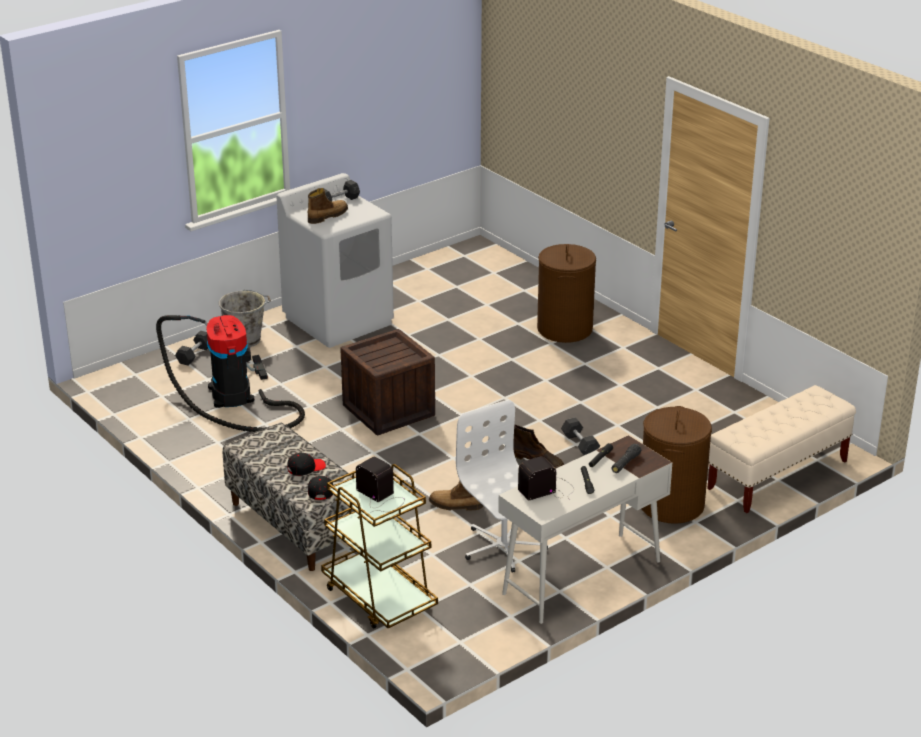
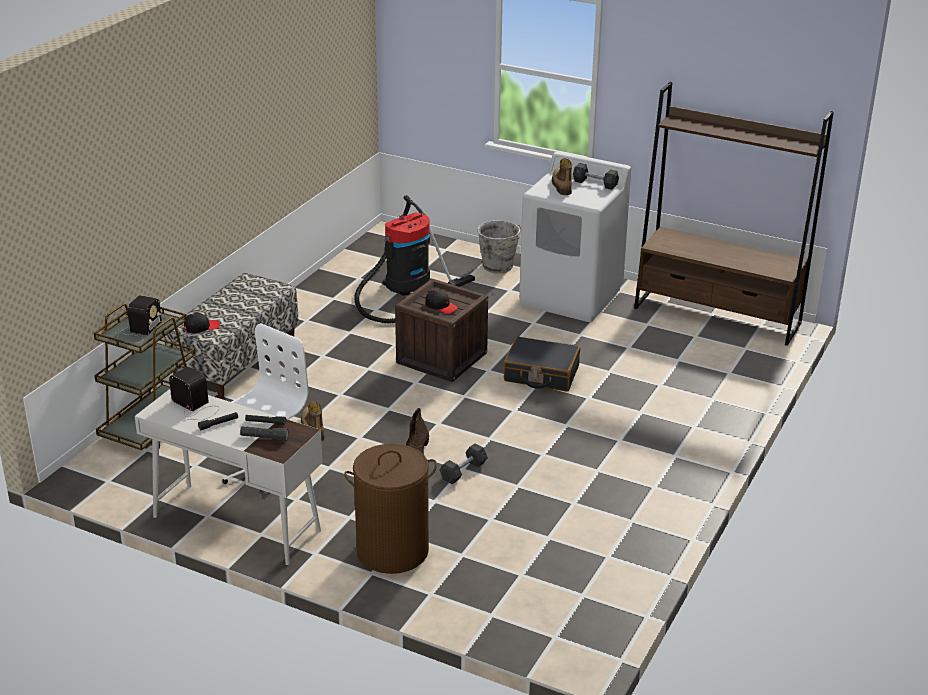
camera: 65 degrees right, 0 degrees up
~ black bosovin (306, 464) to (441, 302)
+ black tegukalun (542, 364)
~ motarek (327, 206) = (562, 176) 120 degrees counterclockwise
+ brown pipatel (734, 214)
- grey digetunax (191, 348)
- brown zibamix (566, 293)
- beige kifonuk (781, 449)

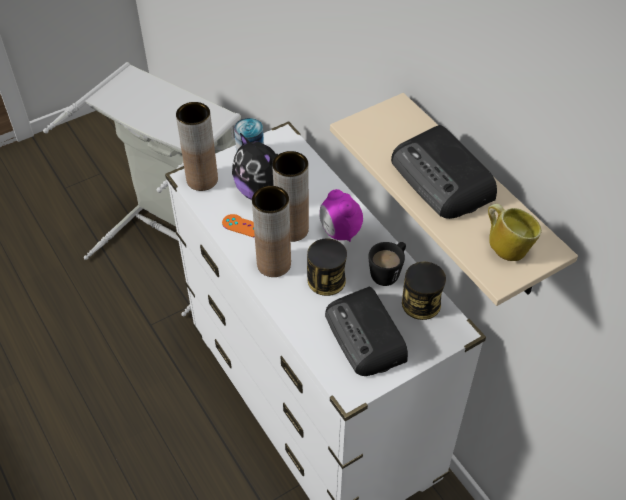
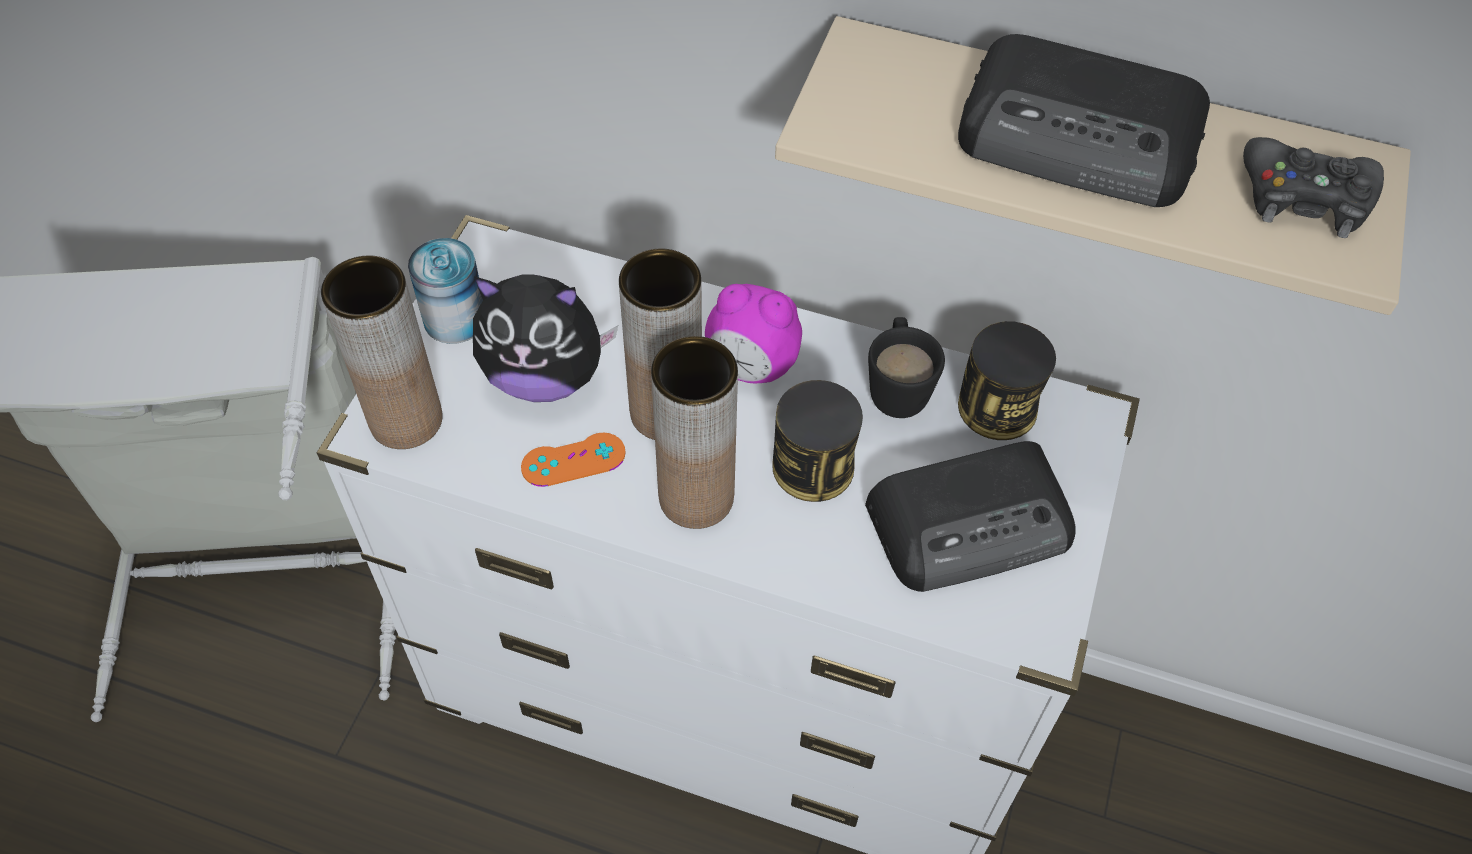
camera: 40 degrees left, 5 degrees up
~ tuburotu (366, 331) = (970, 516) 45 degrees counterclockwise
~ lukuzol (515, 232) to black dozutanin (1313, 187)

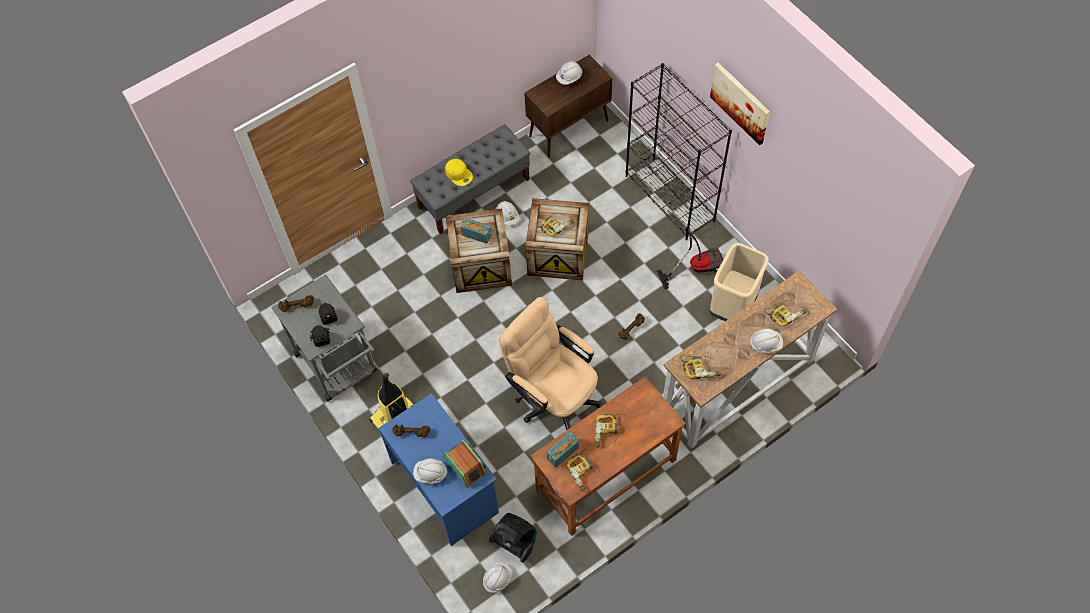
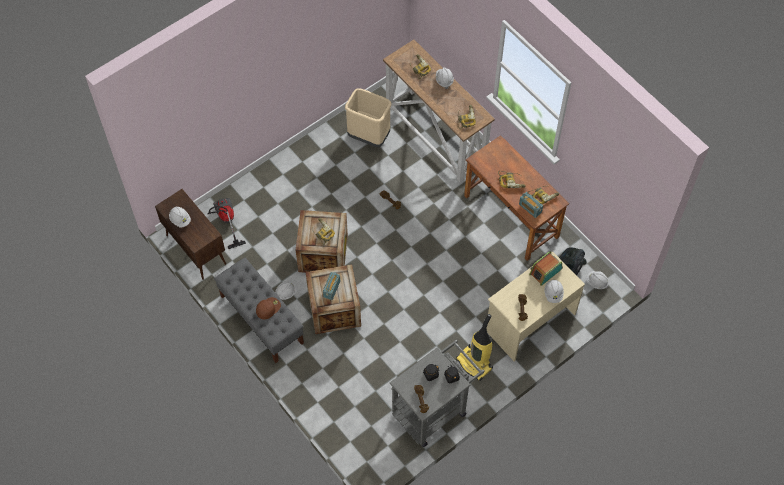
camera: 95 degrees left, 0 degrees up
~ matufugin (690, 258) to (227, 223)
~ yellow bosovin (459, 172) to brown bosovin (268, 308)
~ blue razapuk (438, 469) to beige razapuk (536, 306)
- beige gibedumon (550, 363)
- black pipatel (679, 151)
- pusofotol (740, 104)

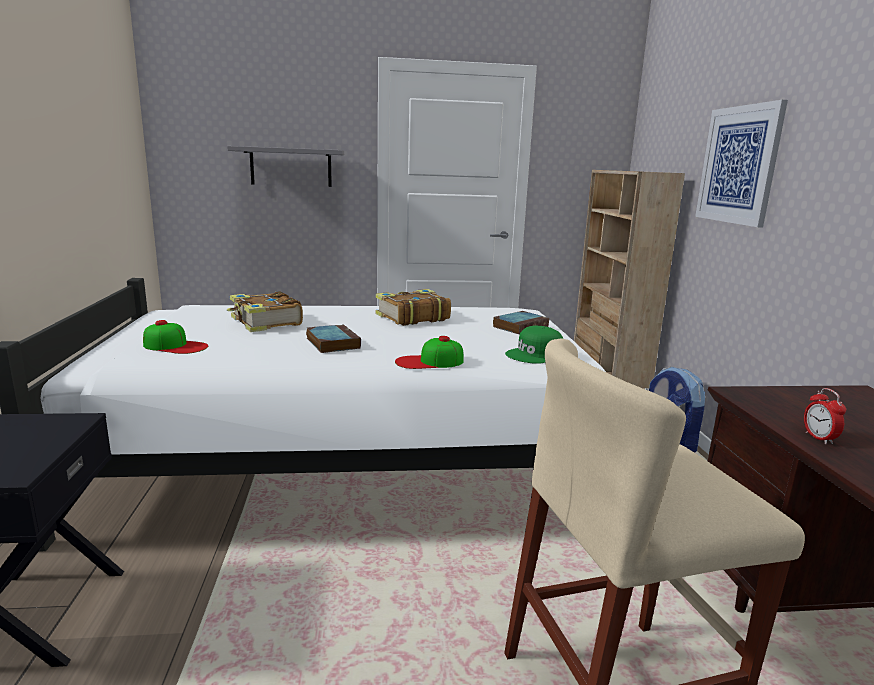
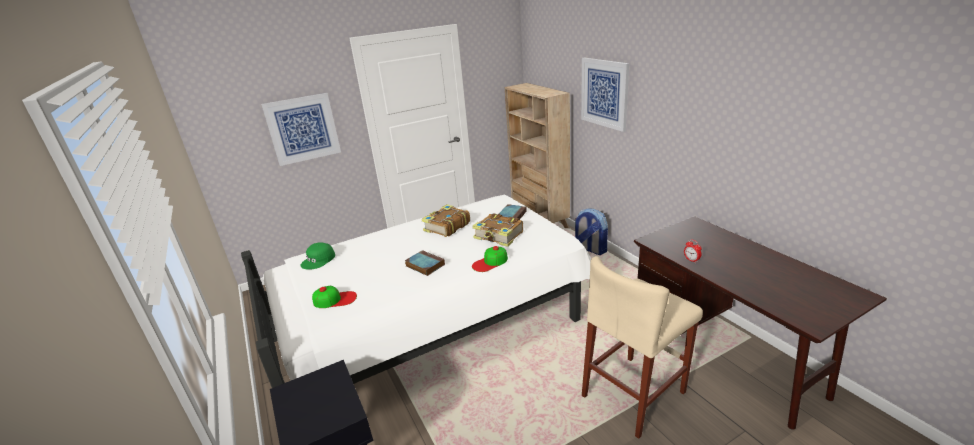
camera: 20 degrees left, 10 degrees up
~ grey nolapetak (285, 166) to pusofotol (301, 129)
~ green bosovin (534, 345) to (317, 256)
~ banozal (265, 311) to (497, 230)

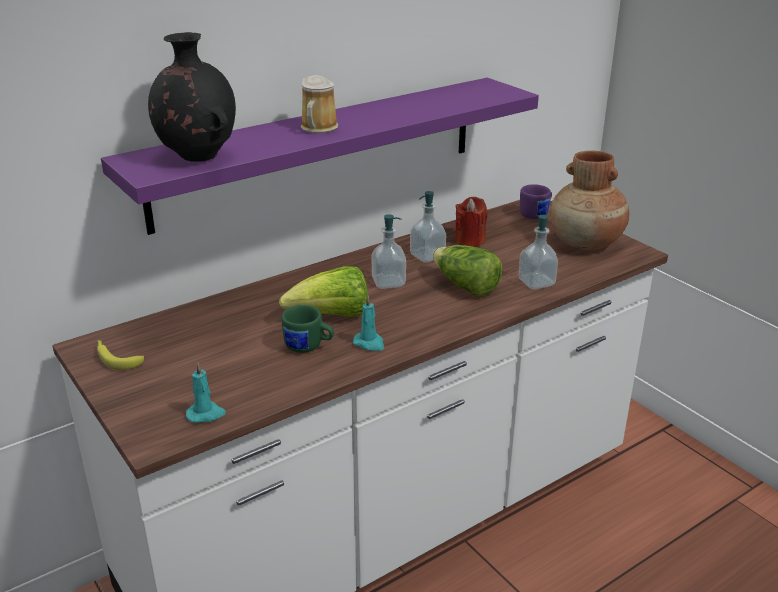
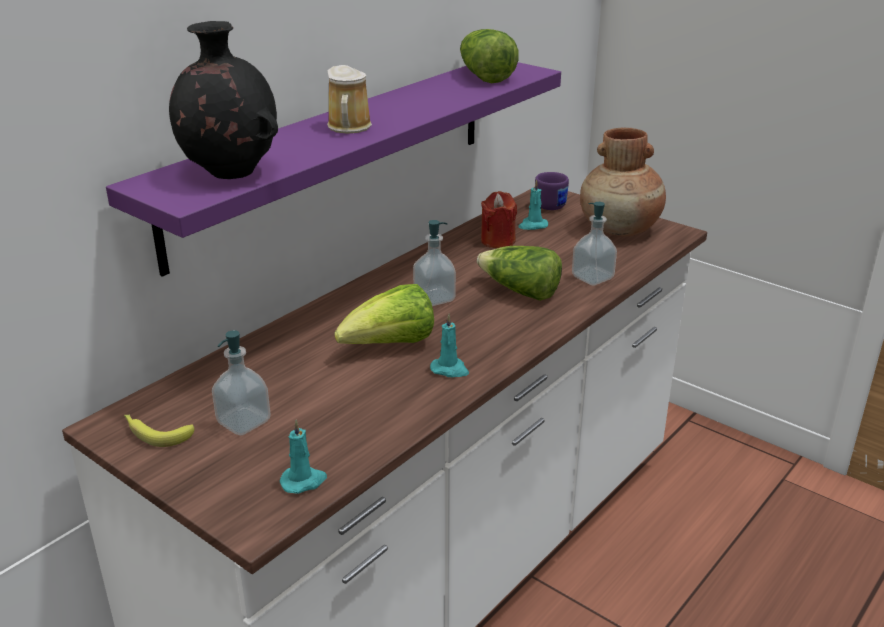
camera: 15 degrees left, 0 degrees up
~ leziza (428, 227) to (241, 383)
+ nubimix (489, 56)
+ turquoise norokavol (533, 204)
- green lukuzol (307, 329)

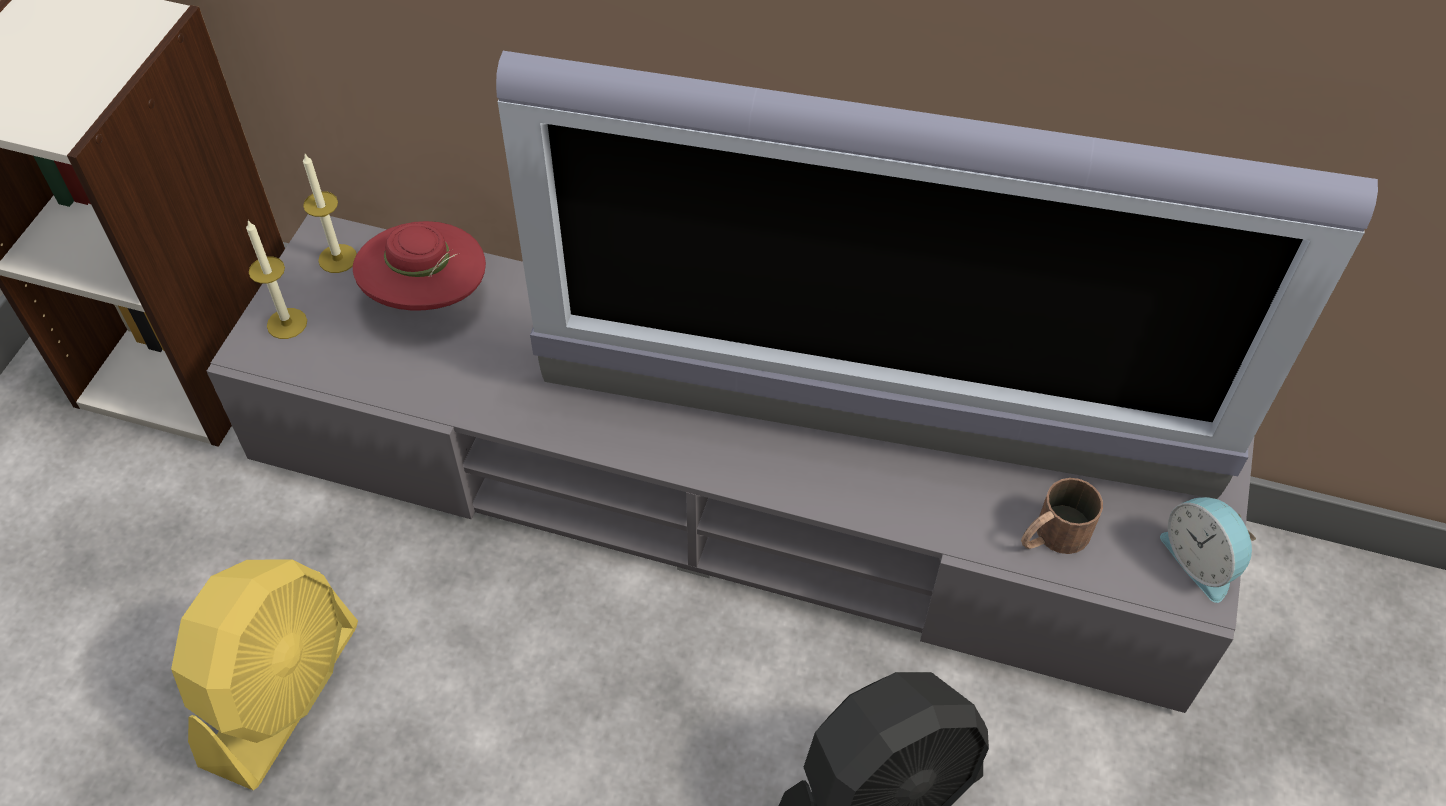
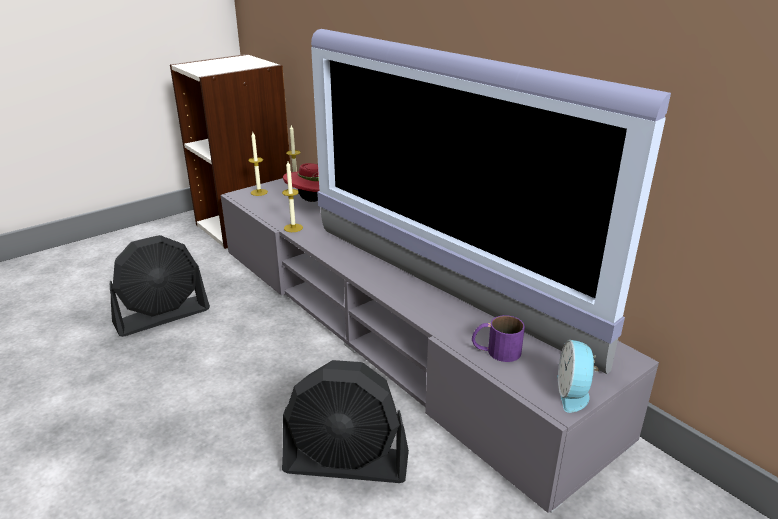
camera: 35 degrees right, 25 degrees down
~ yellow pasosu (264, 674) to black pasosu (160, 286)
+ norokavol (292, 196)
~ brown lukuzol (1062, 516) to purple lukuzol (498, 338)

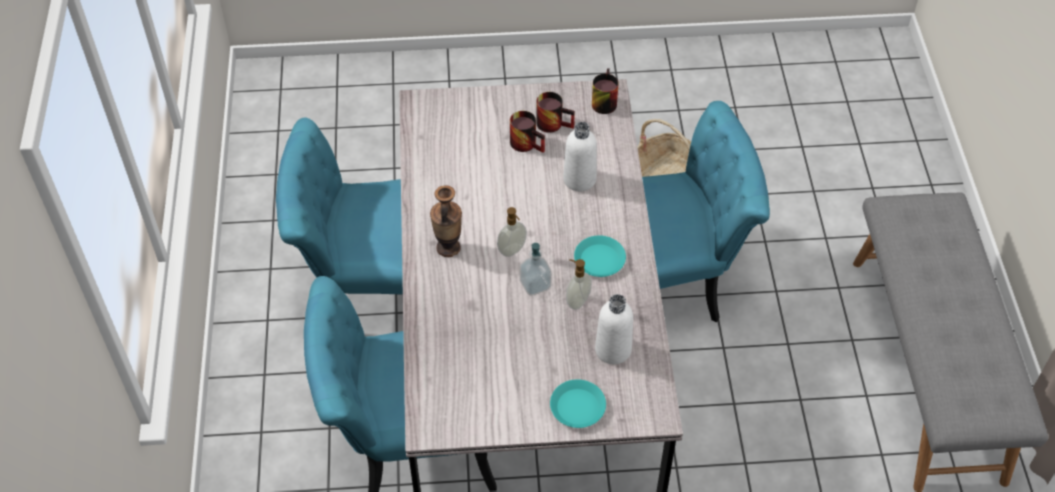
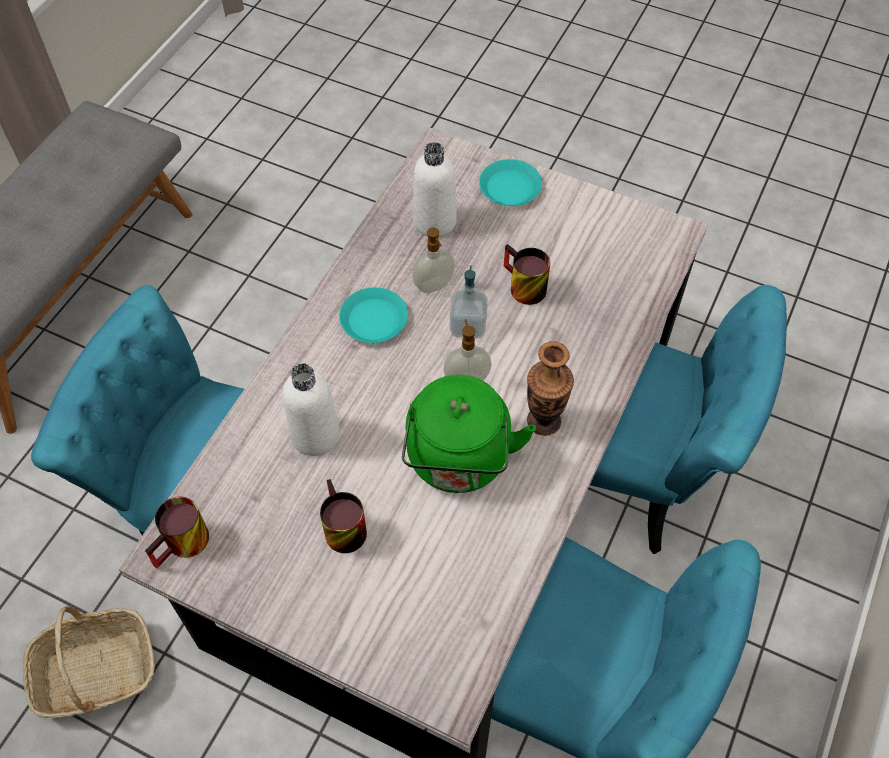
camera: 150 degrees left, 5 degrees up
+ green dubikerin (469, 434)
~ lukuzol (555, 112) to (527, 274)

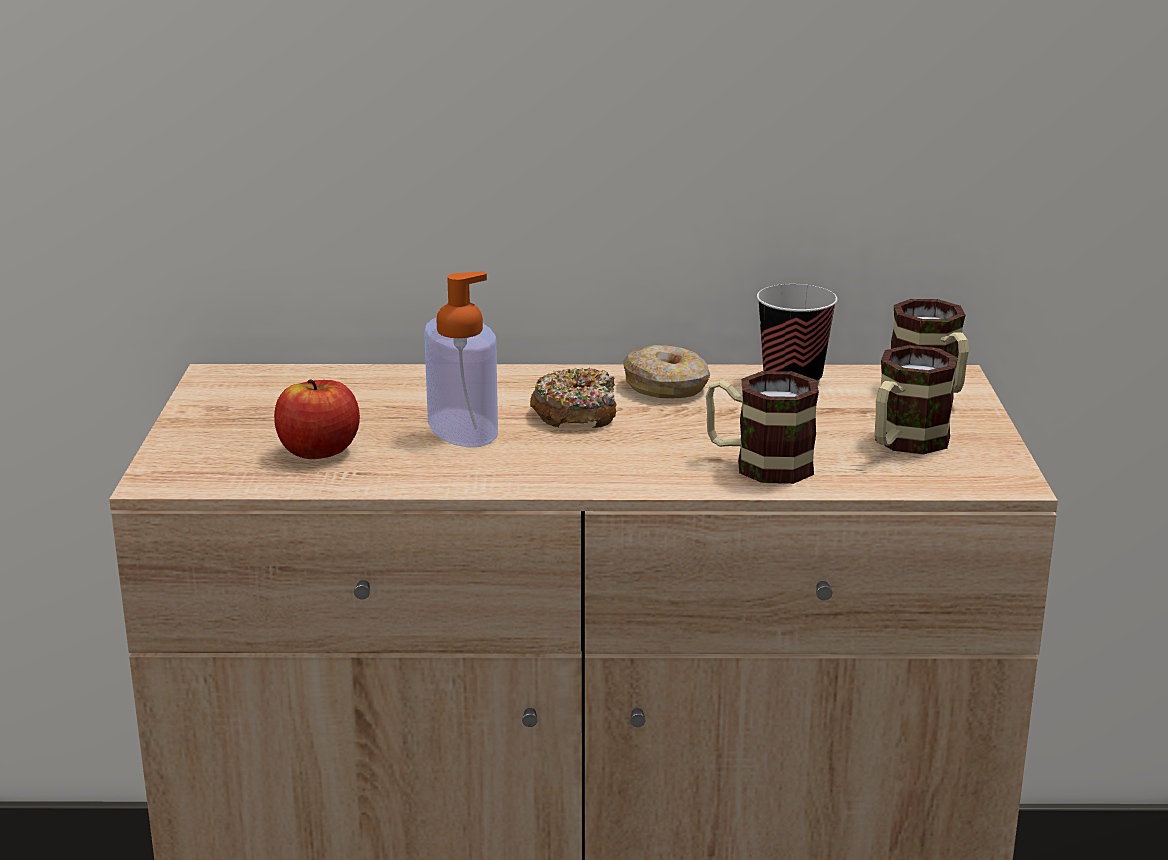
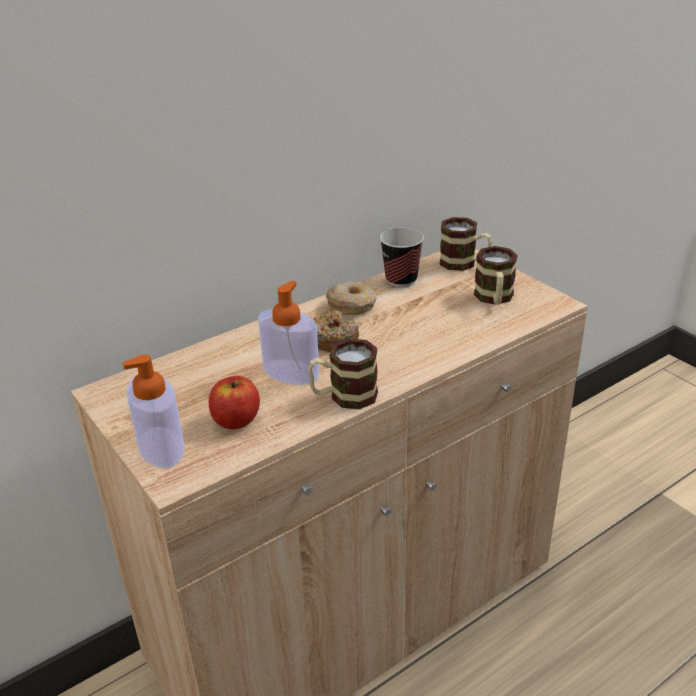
camera: 35 degrees left, 10 degrees up
+ leziza (154, 411)
~ lukuzol (762, 427) to (343, 374)

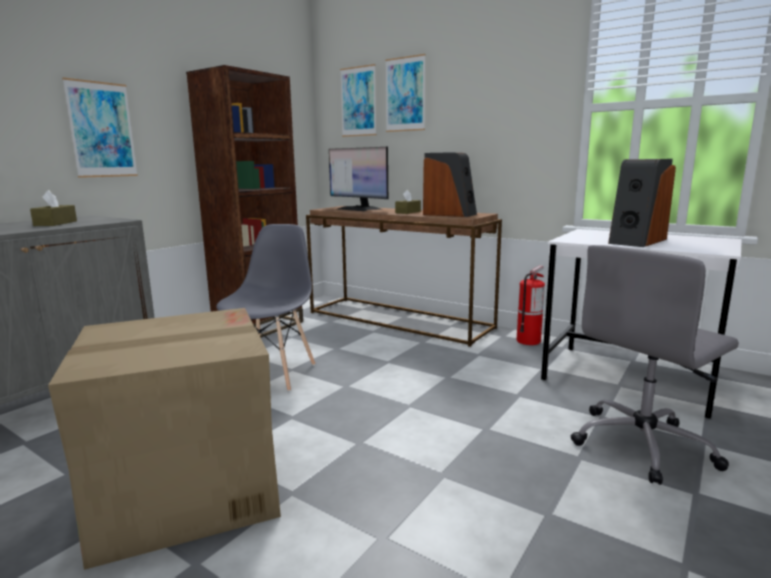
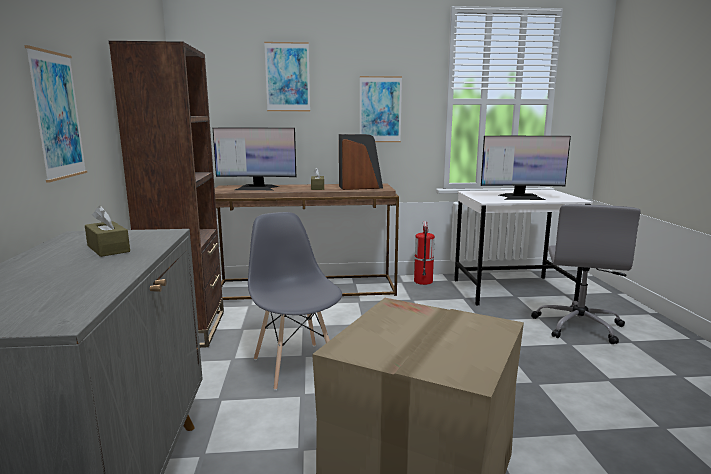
camera: 40 degrees left, 0 degrees up
~ pusofotol (358, 100) to (381, 109)
~ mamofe (642, 203) to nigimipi (526, 168)

